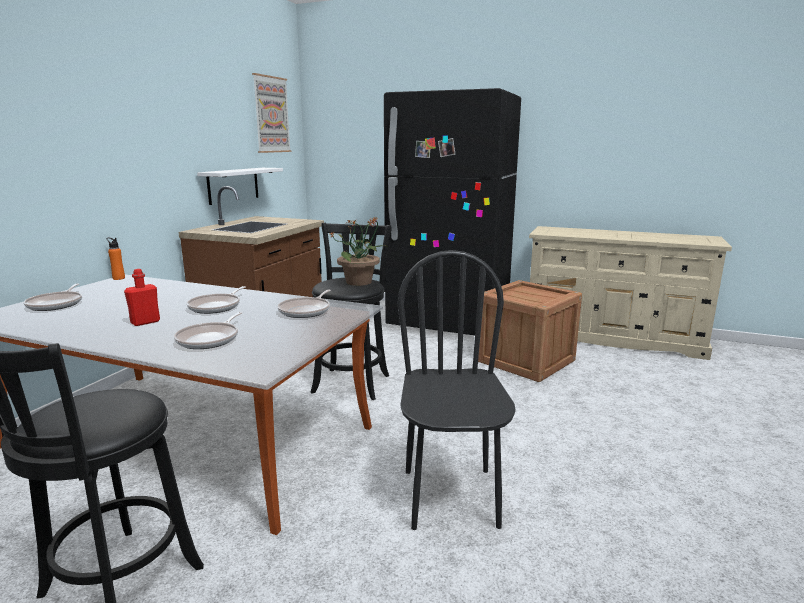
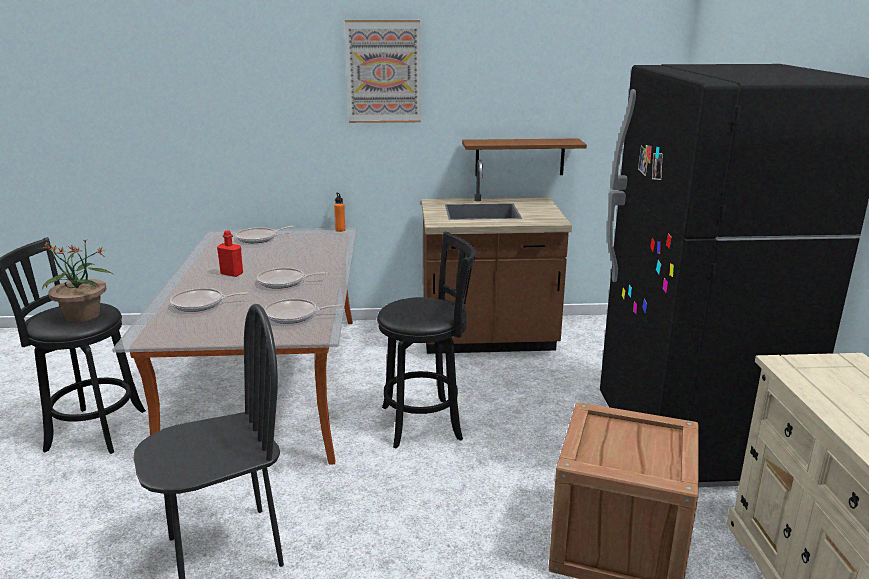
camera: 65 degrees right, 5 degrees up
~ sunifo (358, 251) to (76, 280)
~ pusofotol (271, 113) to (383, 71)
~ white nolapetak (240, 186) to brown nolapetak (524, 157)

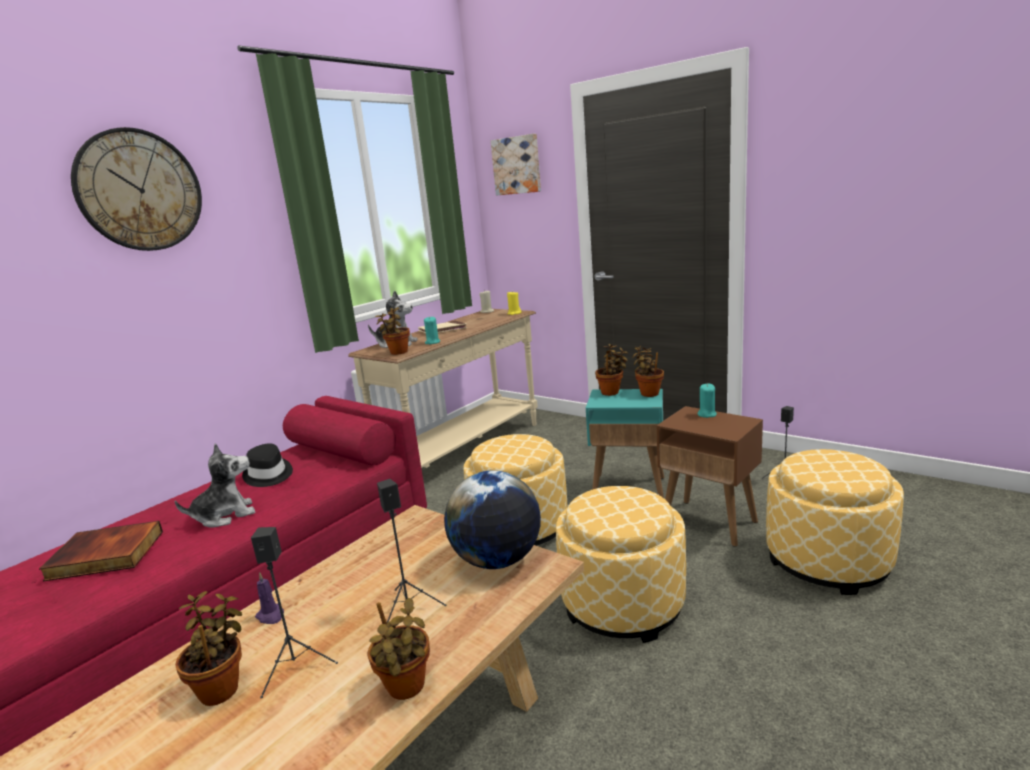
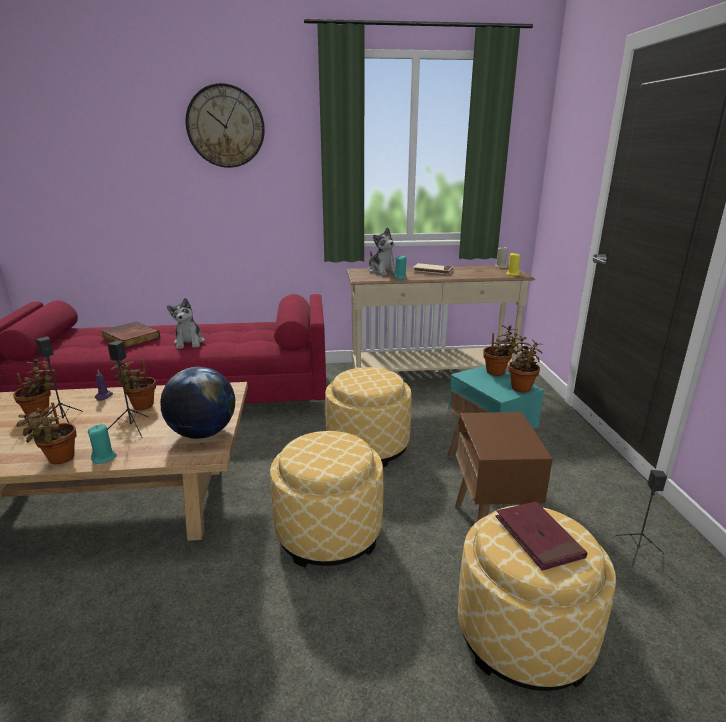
camera: 45 degrees right, 5 degrees up
~ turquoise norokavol (707, 401) to (102, 444)
~ sunifo (392, 331) to (133, 384)
~ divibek (215, 485) = (186, 323) 60 degrees clockwise
+ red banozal (541, 536)
- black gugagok (267, 465)
- pusofotol (516, 165)

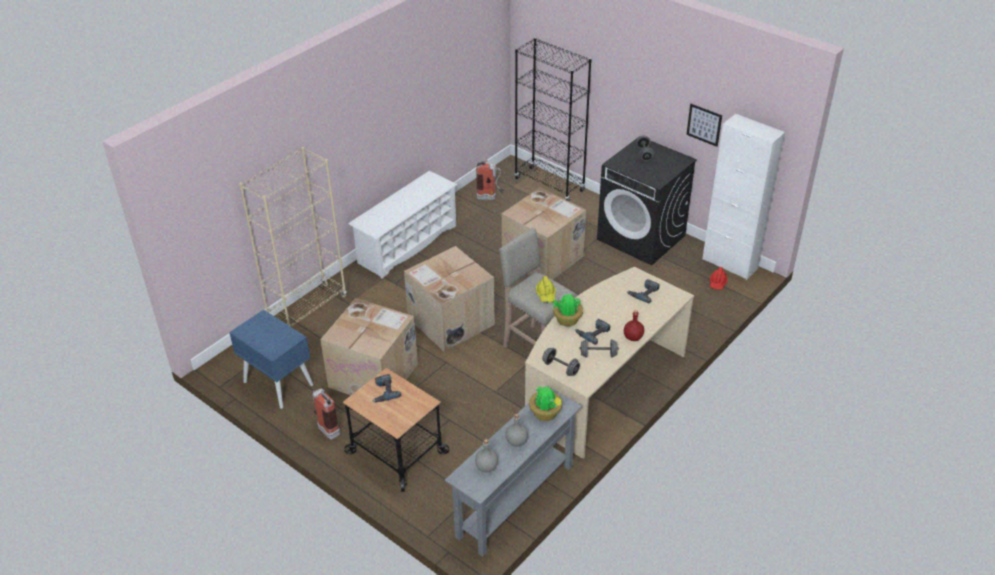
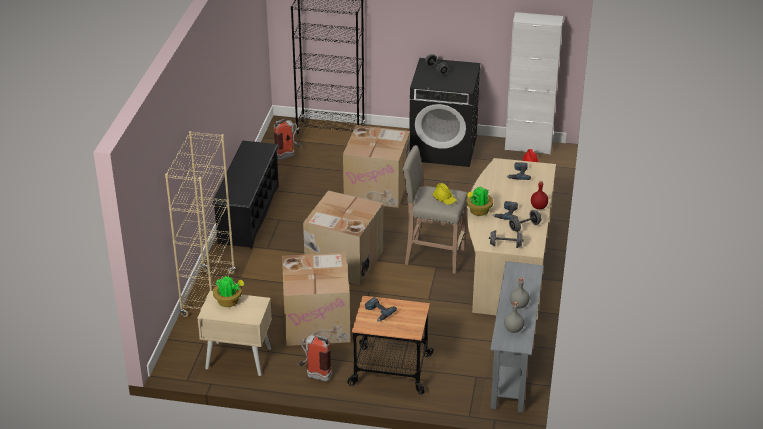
camera: 30 degrees left, 5 degrees down
~ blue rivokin (271, 359) to beige rivokin (234, 333)
~ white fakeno (402, 225) to black fakeno (245, 195)
~ sunifo (545, 403) to (228, 291)
- pusofotol (704, 125)

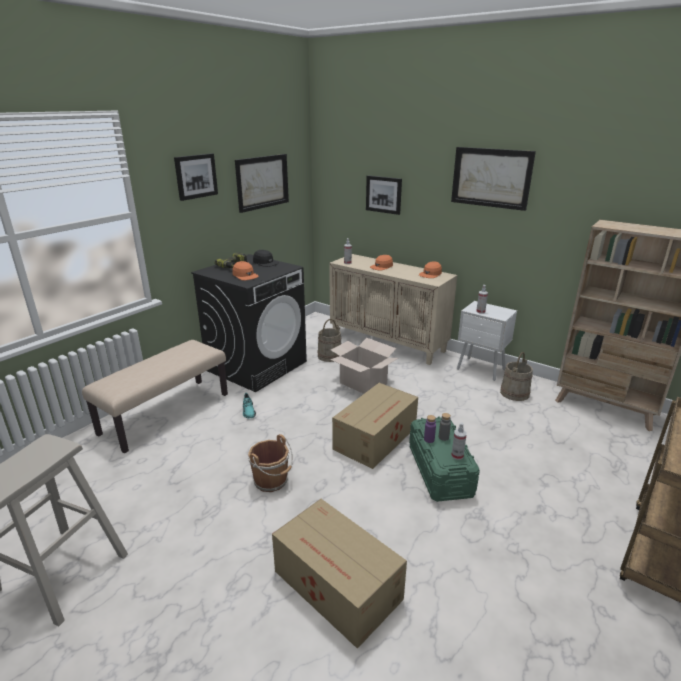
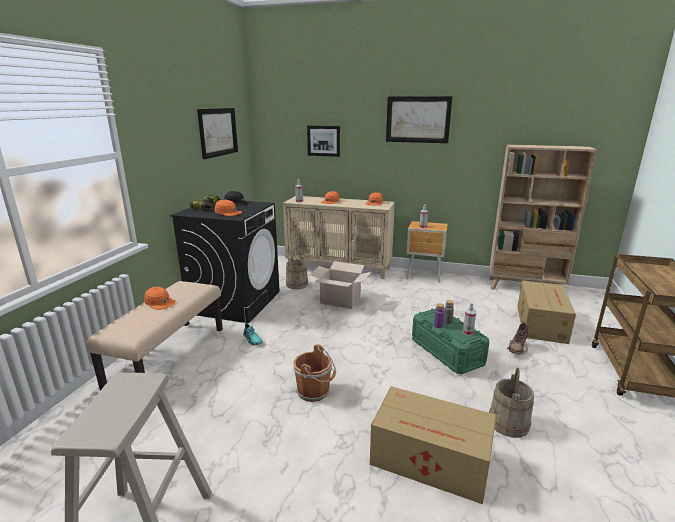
camera: 20 degrees left, 5 degrees down
+ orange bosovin (160, 298)
~ white rivokin (487, 341) to brown rivokin (427, 252)
~ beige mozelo (516, 376) to (511, 403)
+ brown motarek (518, 338)
~ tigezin (375, 426) to (546, 312)
- pusofotol (196, 177)

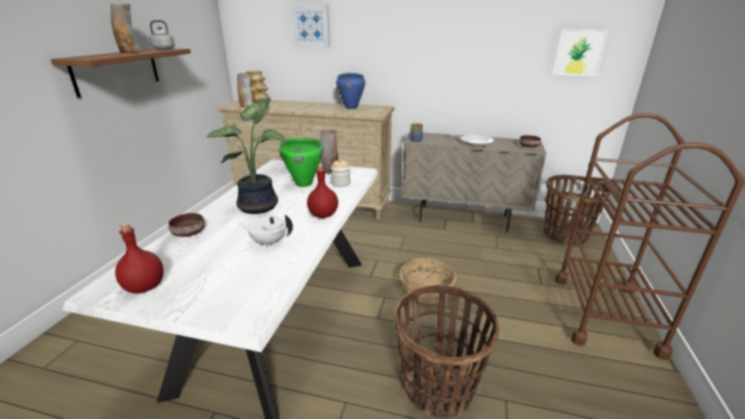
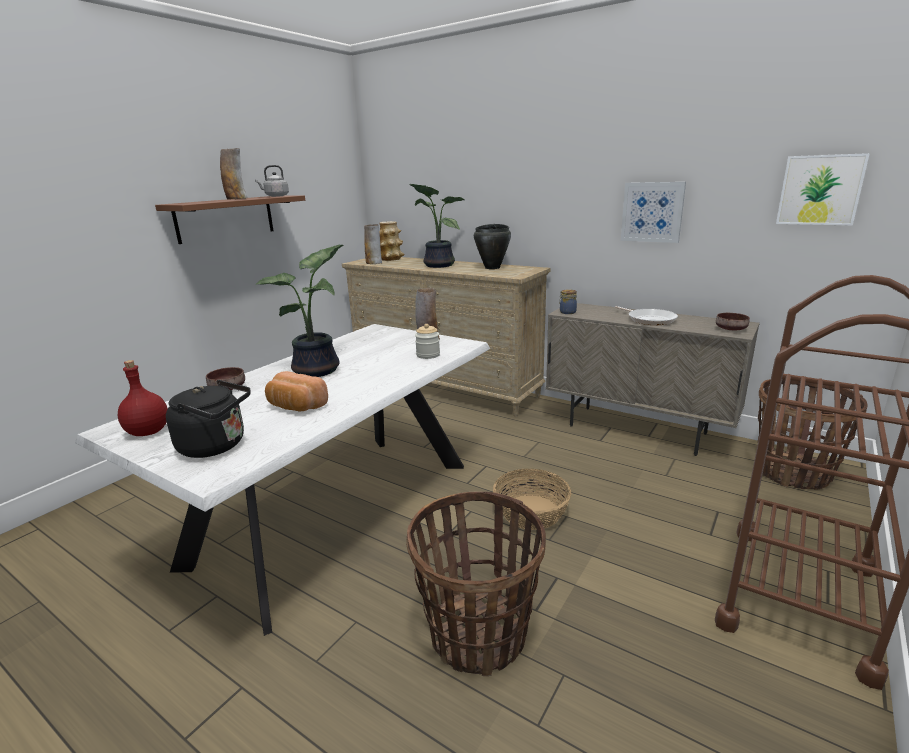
camera: 20 degrees right, 5 degrees down
+ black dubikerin (208, 419)
~ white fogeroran (266, 231) to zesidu (296, 391)
+ sunifo (436, 226)
~ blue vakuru (350, 91) to black vakuru (492, 246)
~ pusofotol (310, 25) to (653, 212)
- green vakuru (301, 162)
- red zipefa (322, 191)

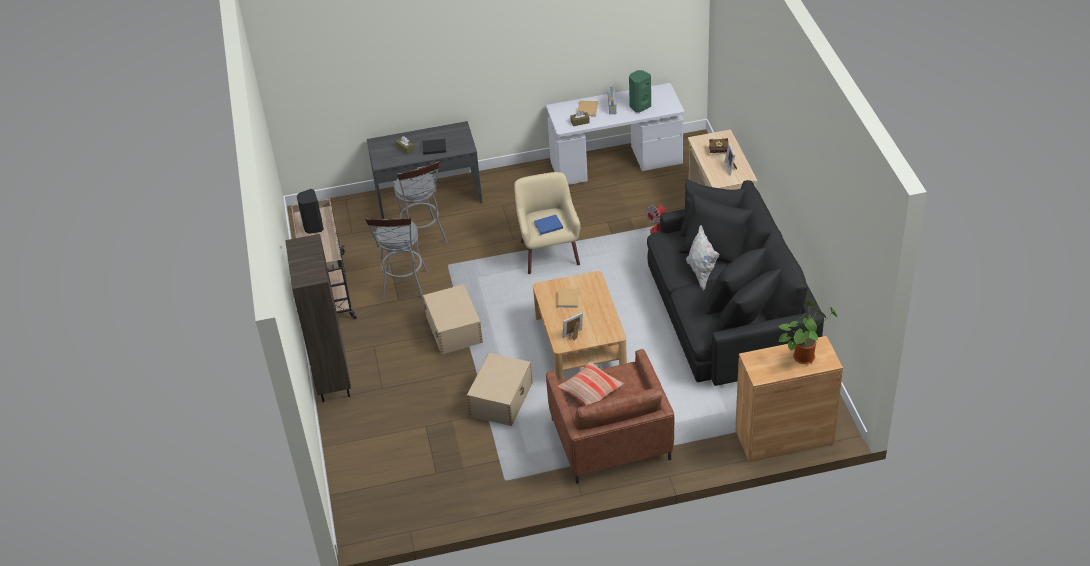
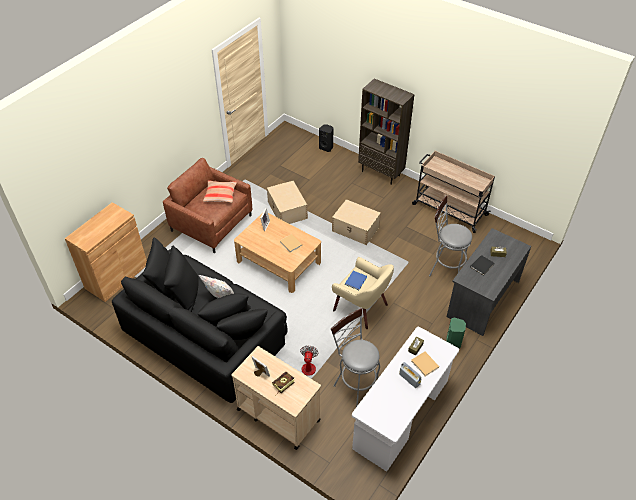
camera: 135 degrees right, 5 degrees up
~ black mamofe (310, 211) to (326, 138)
~ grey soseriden (396, 258) to (355, 357)
~ green mamofe (640, 91) to (456, 333)
- sunifo (808, 332)

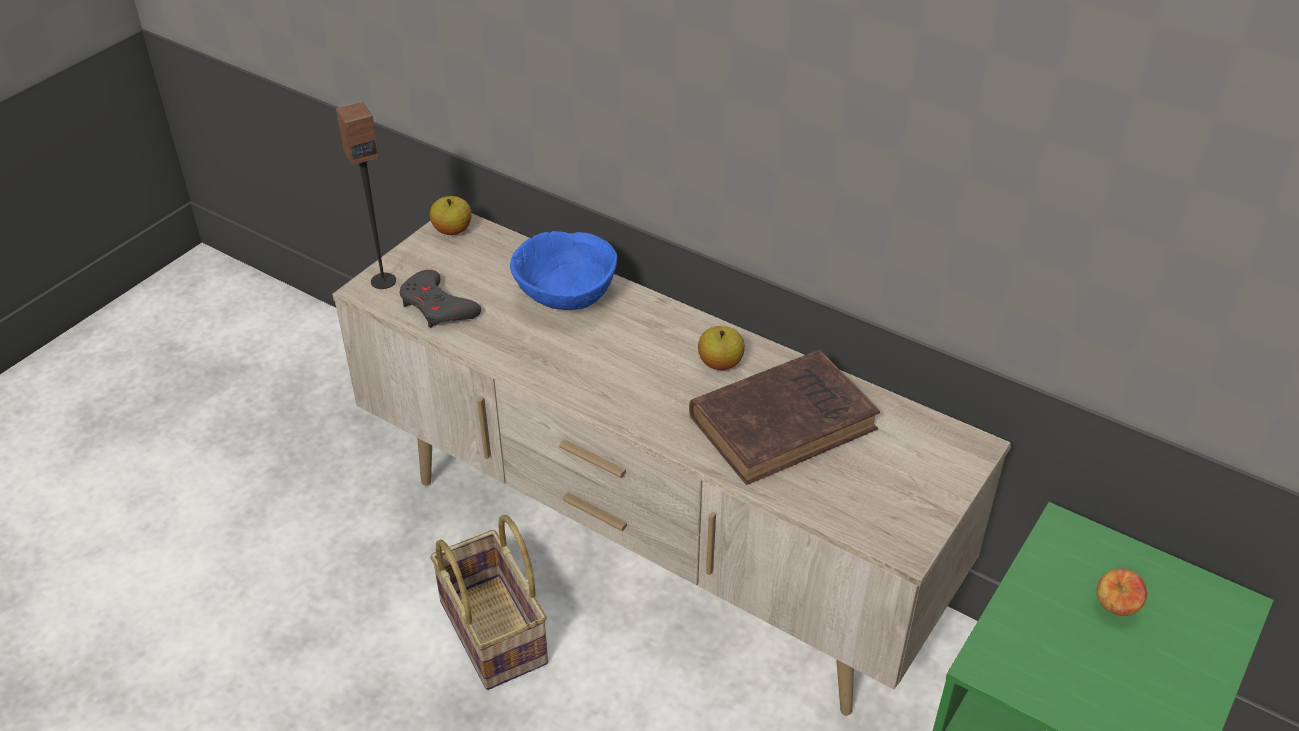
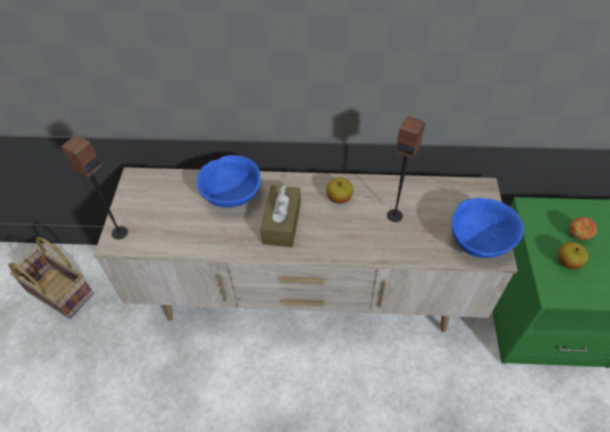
camera: 30 degrees left, 10 degrees up
~ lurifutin (489, 602) to (50, 278)
+ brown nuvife (280, 216)
~ brown banozal (784, 417) to mamofe (406, 169)
+ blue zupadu (487, 228)
~ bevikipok (451, 215) to (573, 255)
- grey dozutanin (440, 299)

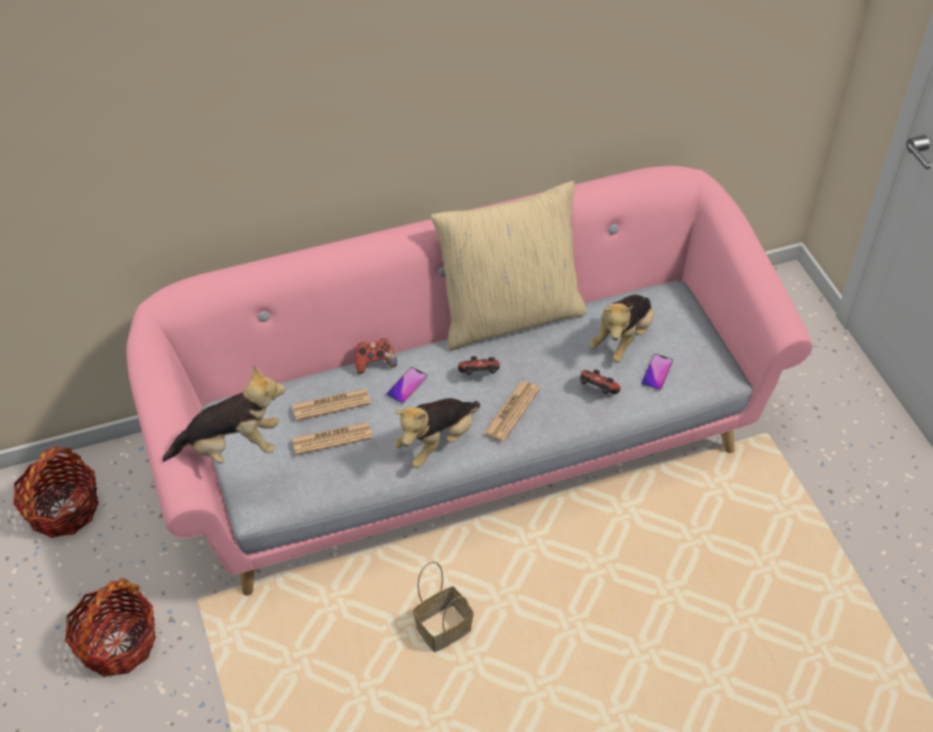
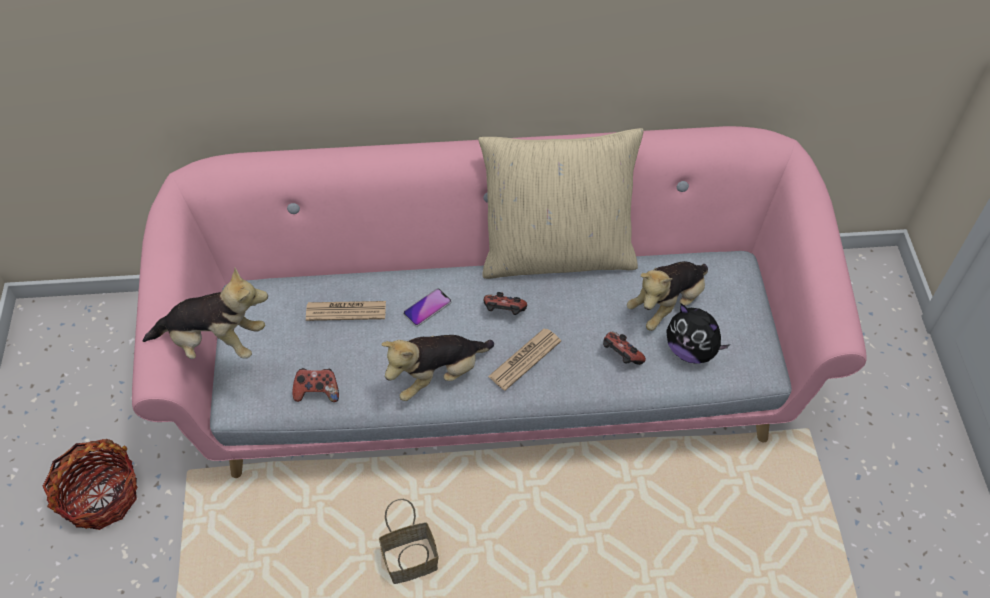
camera: 15 degrees right, 5 degrees up
~ dozutanin (376, 356) to (316, 385)
~ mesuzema (657, 372) to divibek (698, 334)
- lurifutin (56, 492)
- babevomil (332, 438)

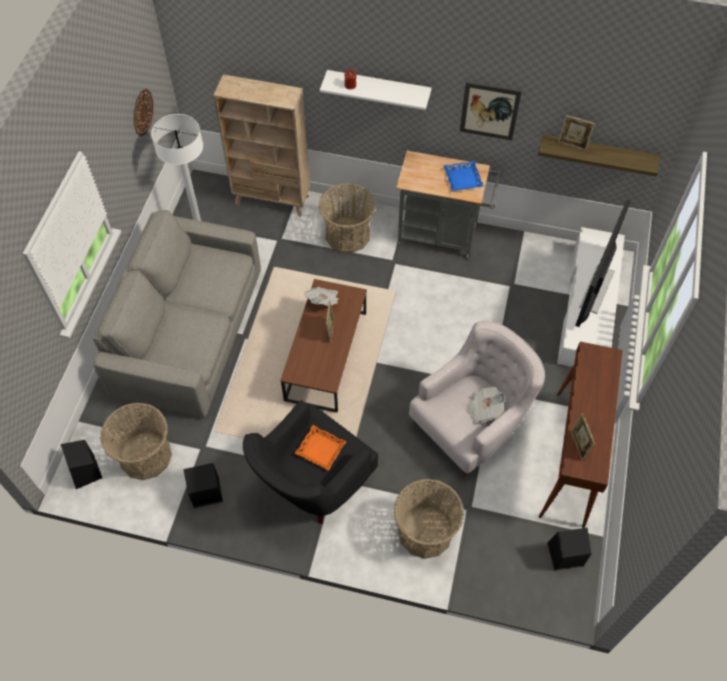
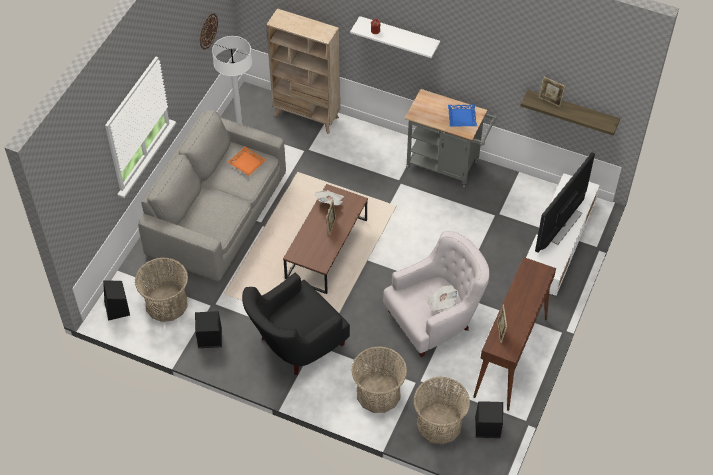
camera: 10 degrees right, 5 degrees down
~ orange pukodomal (321, 448) to (247, 161)
~ lurifutin (347, 218) to (441, 411)
- pusofotol (491, 111)

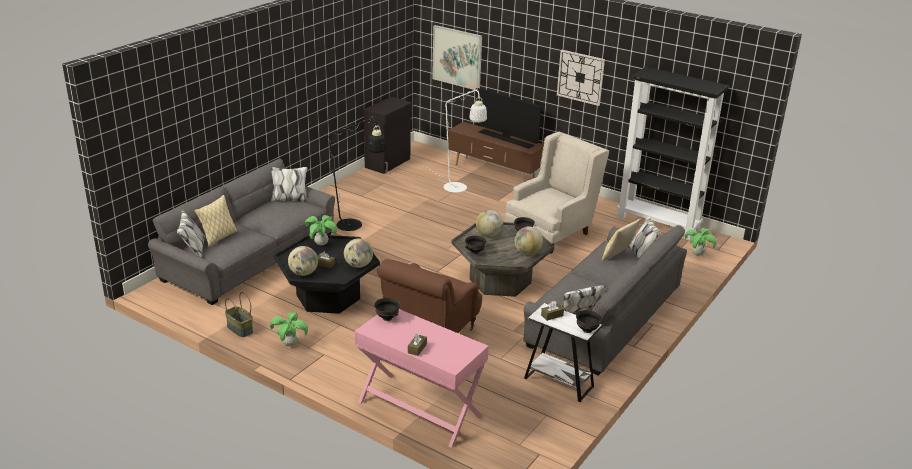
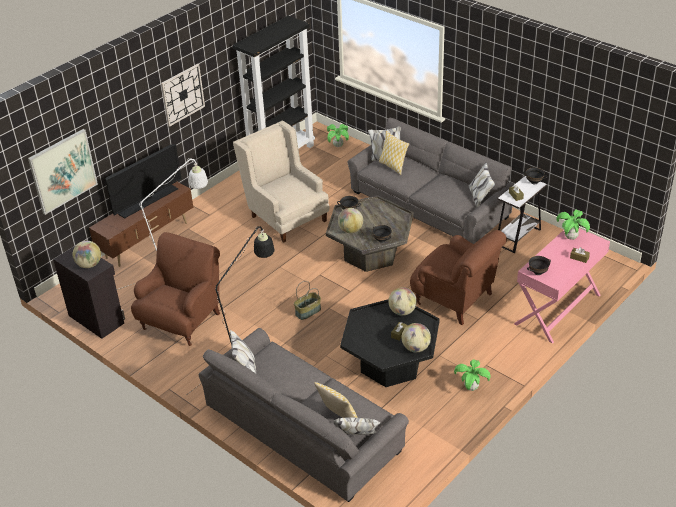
camera: 80 degrees left, 10 degrees up
~ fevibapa (529, 241) to (87, 254)
+ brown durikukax (175, 289)
~ lurifutin (239, 314) to (307, 300)
~ sunifo (321, 230) to (573, 224)

